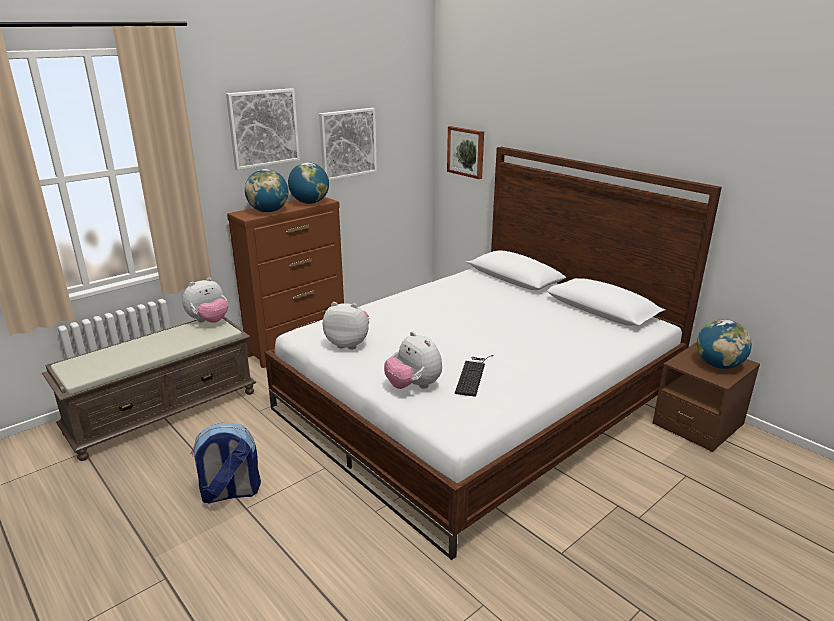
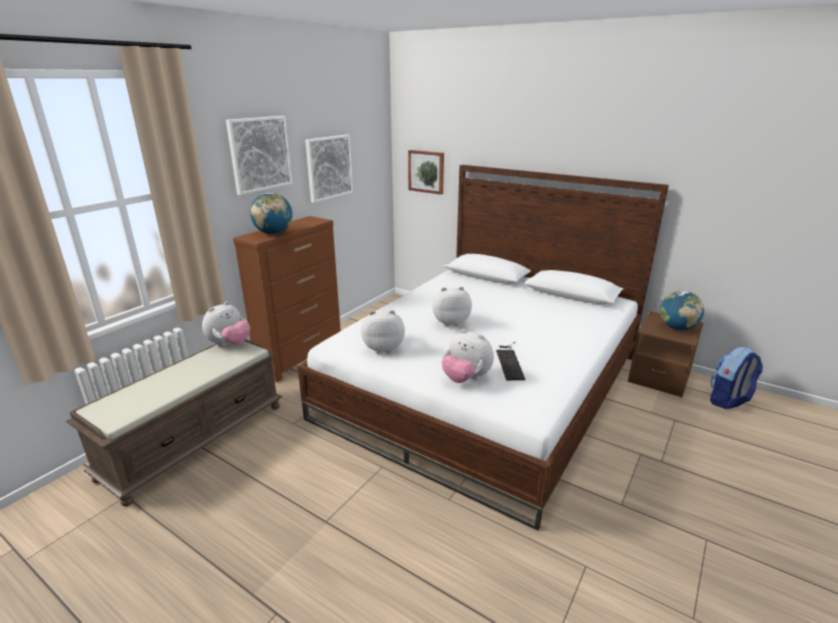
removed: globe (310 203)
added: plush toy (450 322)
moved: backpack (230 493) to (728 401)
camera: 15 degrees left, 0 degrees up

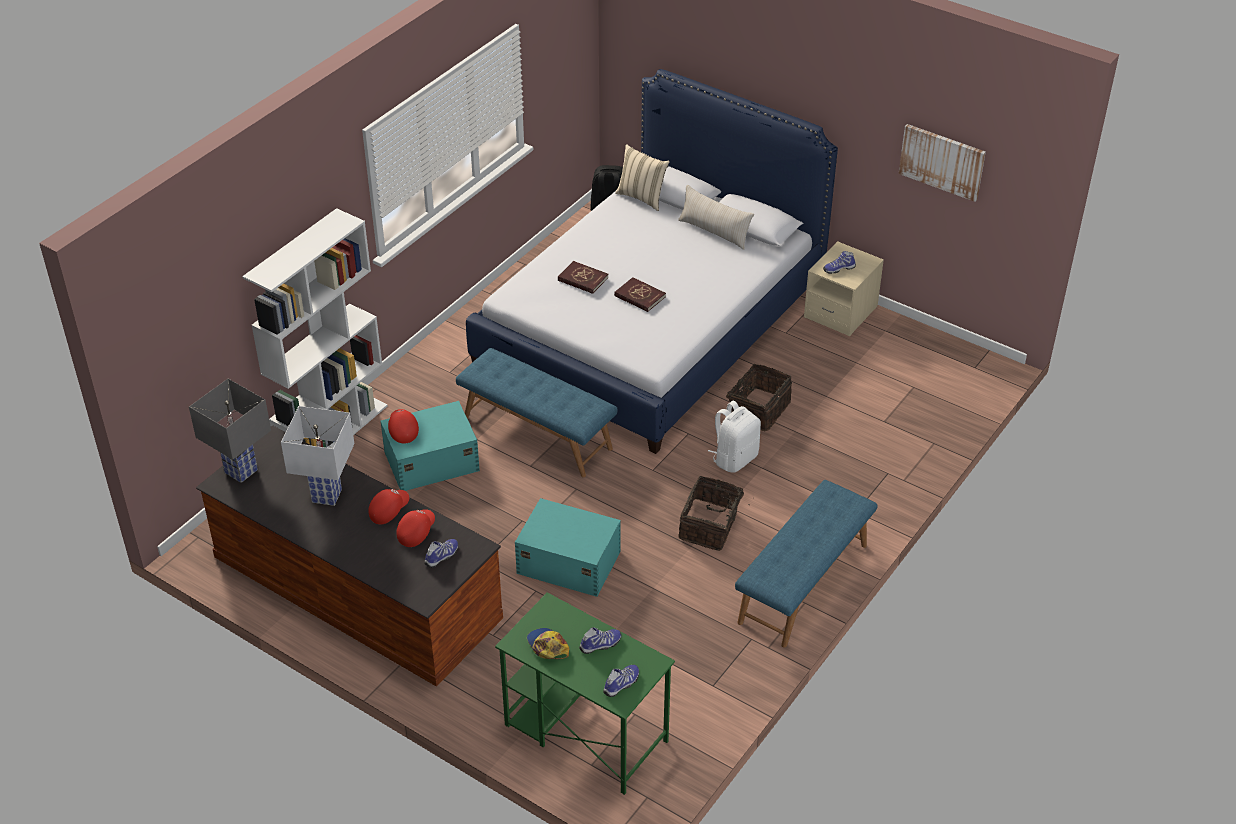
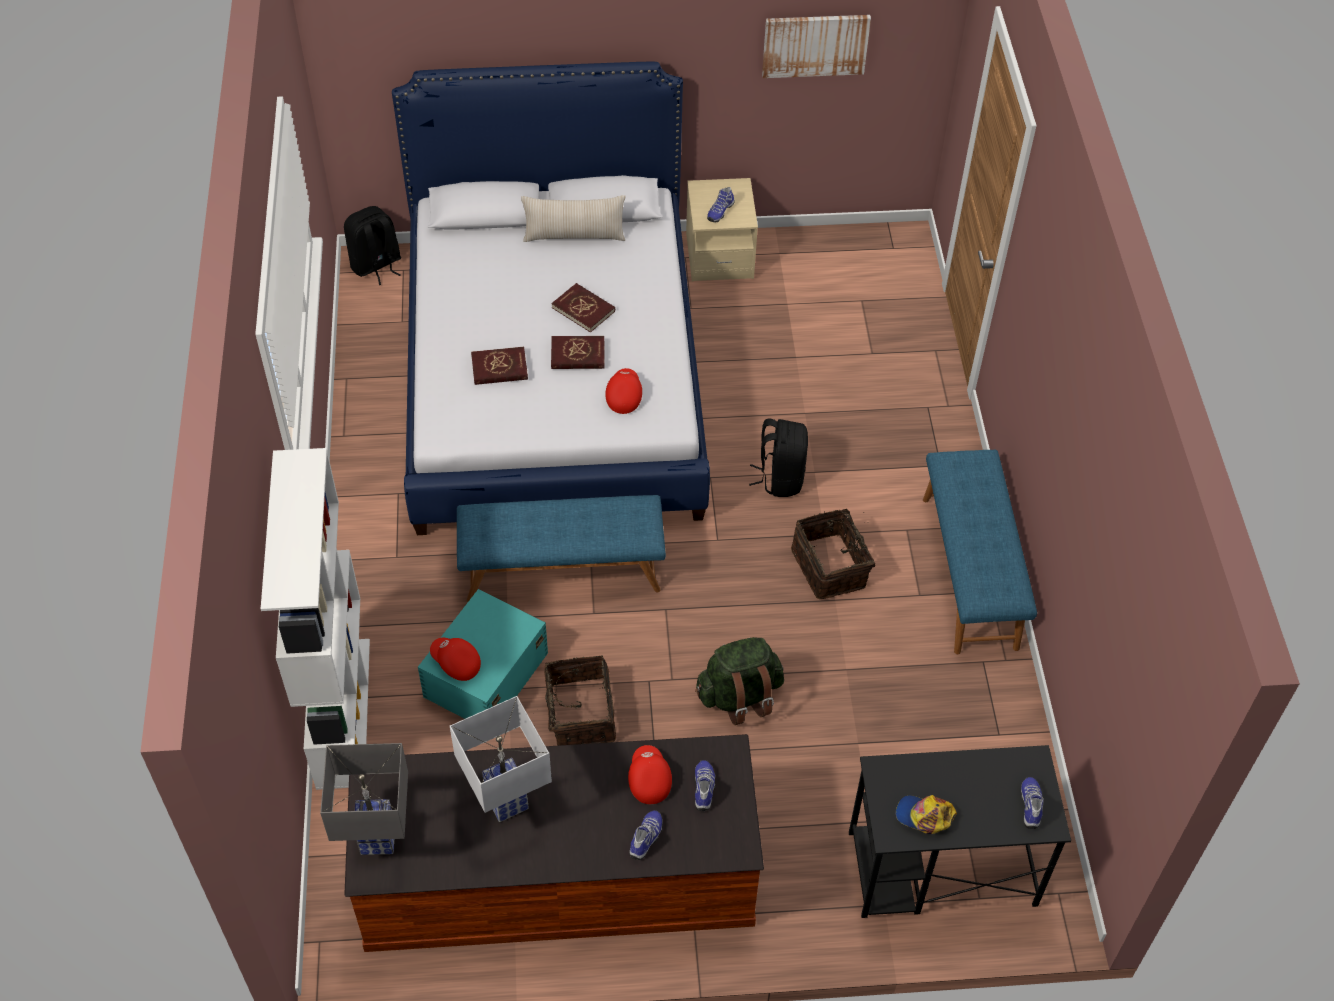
removed: pillow (beige) (642 197)
added: book (red) (583 309)
moved: cap (red) (388 511) to (623 396); shoe (601 645) to (647 838); basket (758 410) to (579 715)
replaced: storage box (turquoise) (568 561) to backpack (green) (739 696)
recoloured: desk (green) (585 733) to desk (black) (940 869); backpack (white) (734 458) to backpack (black) (780 478)
camera: 40 degrees left, 10 degrees up

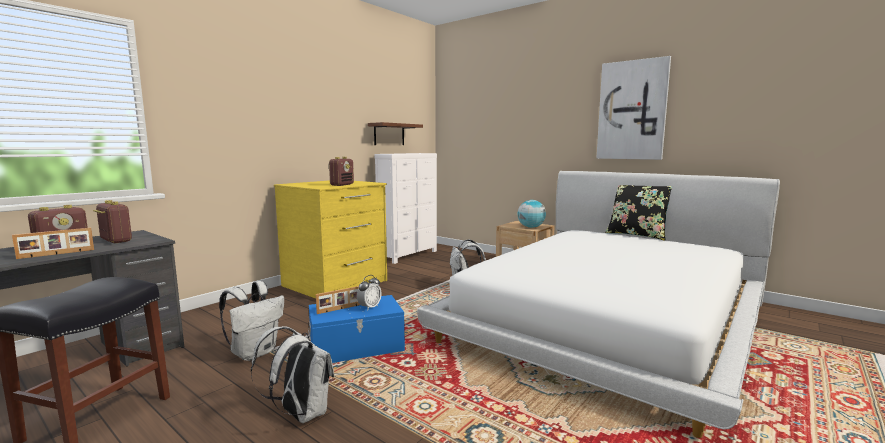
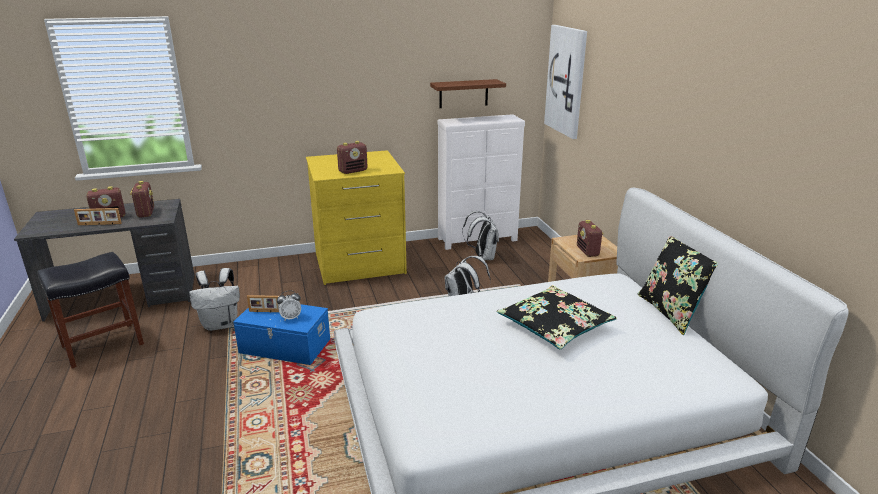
added: pillow (black) (554 326)
moved: backpack (white) (300 414) to (482 257); picture (632 110) to (566 81)
replaced: globe (531 227) to radio (588 252)
camera: 35 degrees right, 15 degrees up

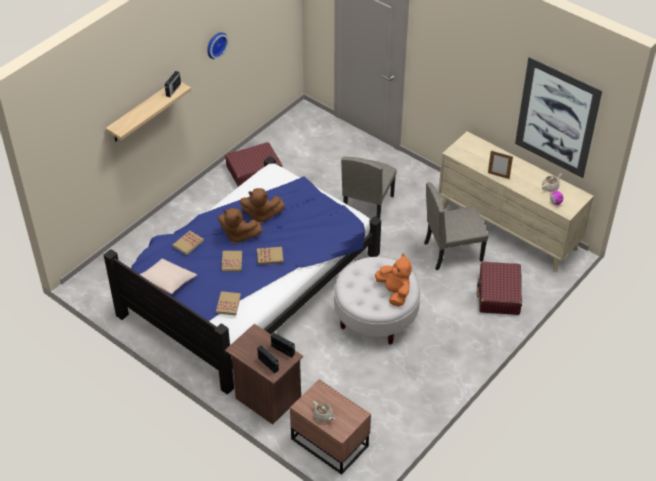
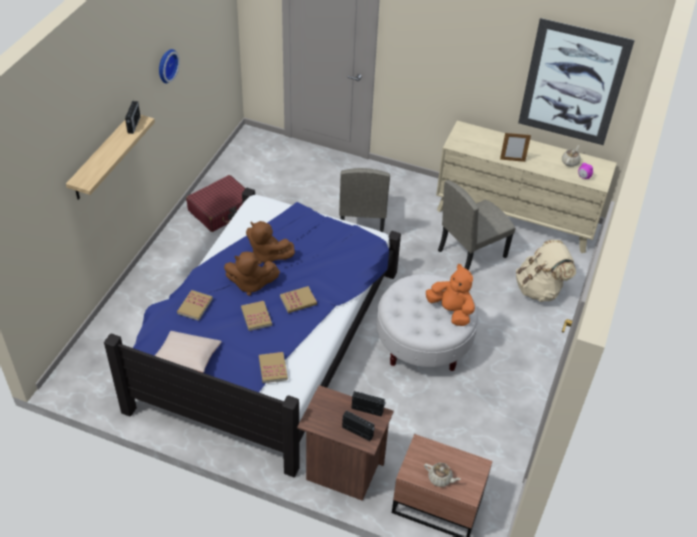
replaced: suitcase (red) (499 294) to backpack (beige) (539 289)
turned: plush toy (brown) (261 215) = (267 255) 45 degrees clockwise
camera: 20 degrees left, 0 degrees up

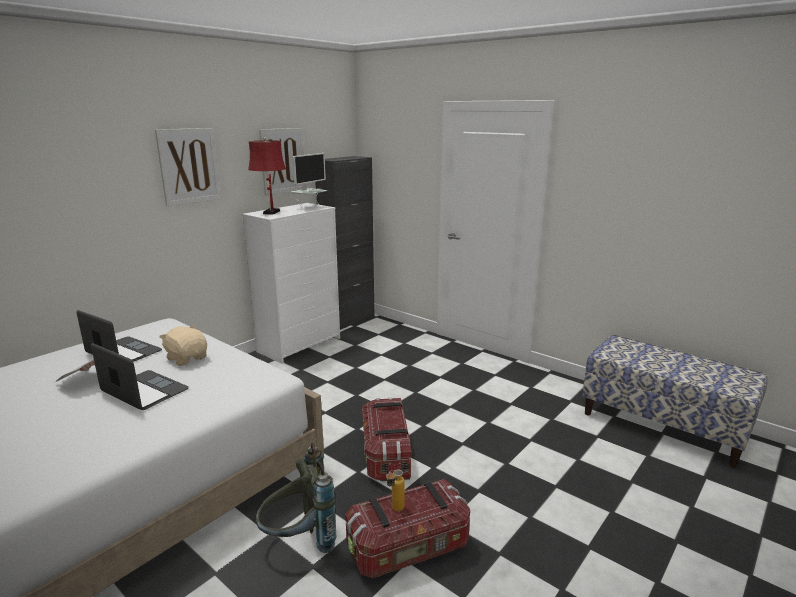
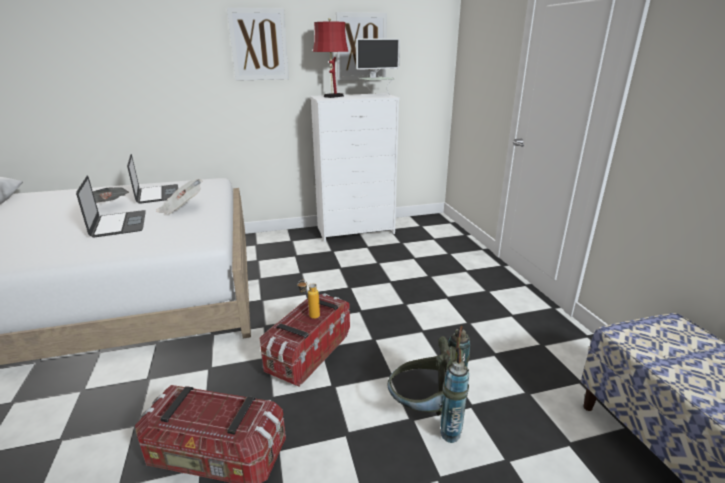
removed: cabinet (black) (349 320)
moved: backpack (grey) (299 540) to (427 416); bottle (394 510) to (310 317)
replaced: plush toy (beige) (187 358) to newspaper (181 208)
camera: 35 degrees right, 5 degrees up

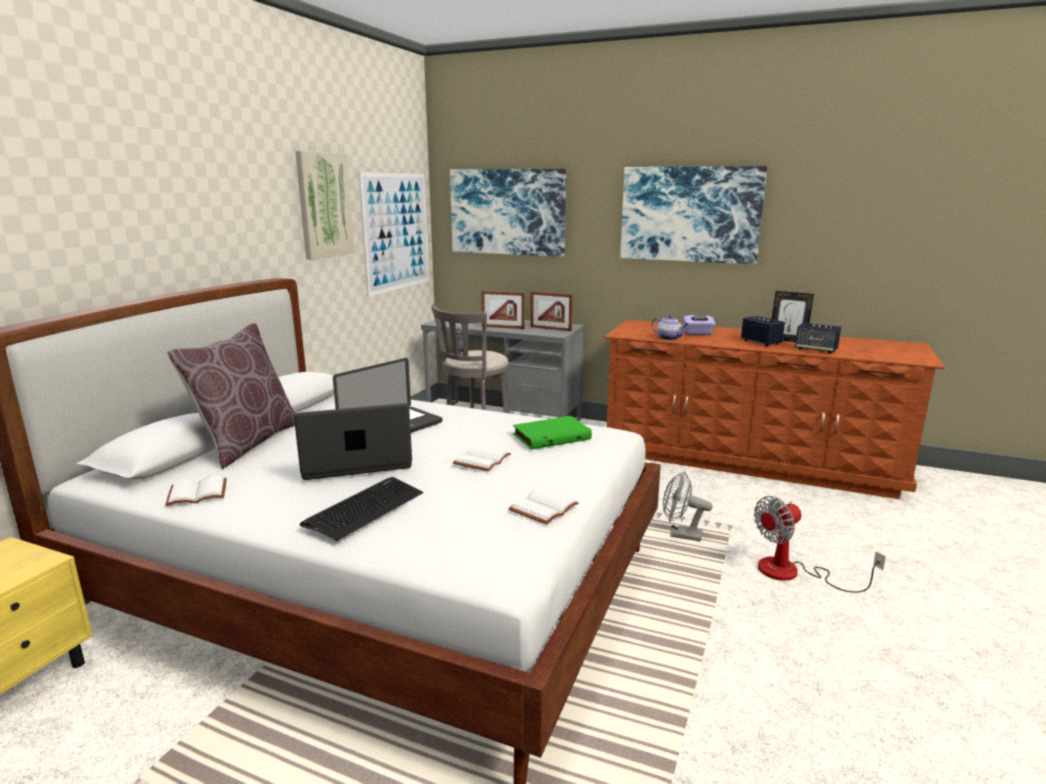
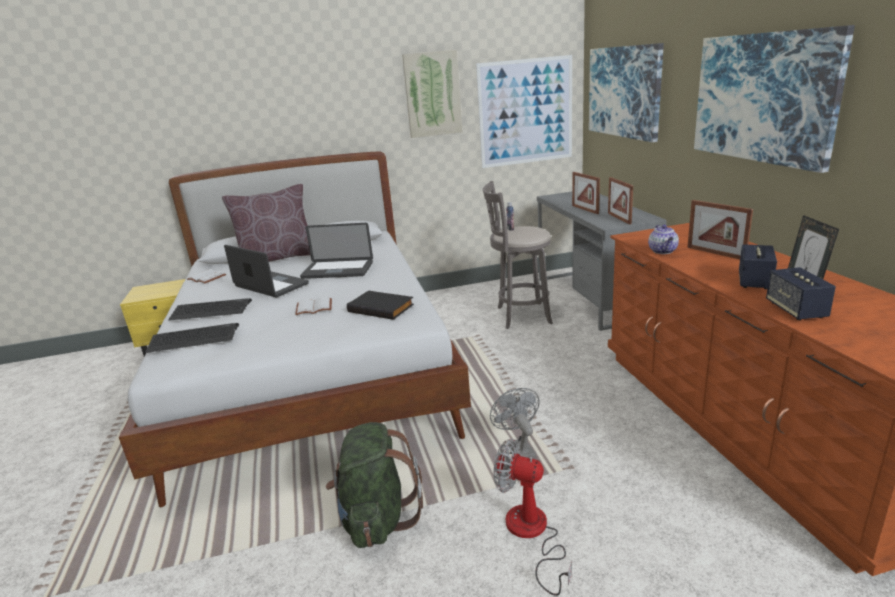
removed: book (white) (544 509)
added: keyboard (193 339); backpack (green) (377 519)
replaced: tissue box (purple) (698 333) to picture frame (715 253)
recoloured: book (green) (551 436) to book (black) (382 308)
camera: 55 degrees right, 5 degrees up

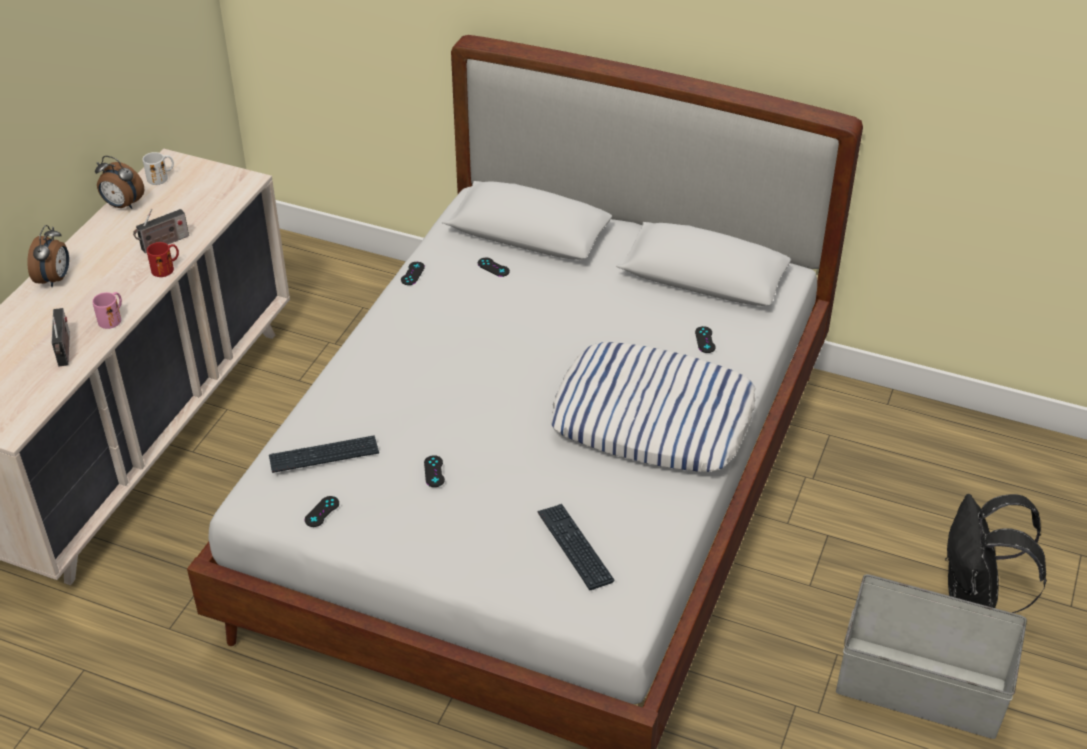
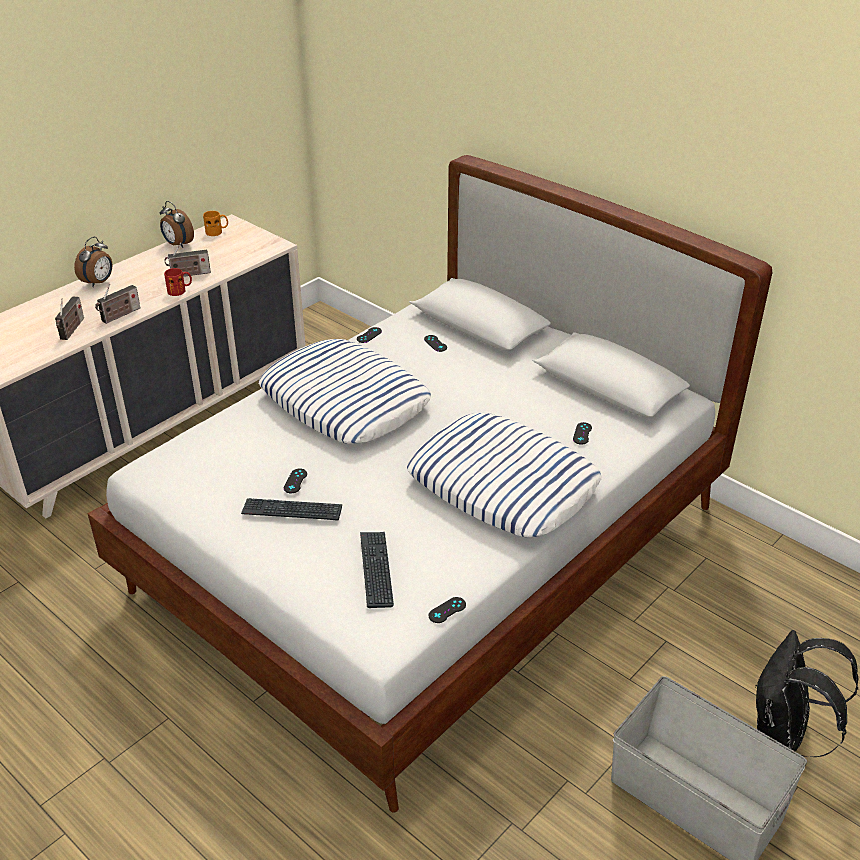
added: pillow (345 401)
moved: keyboard (324 456) to (292 511); game controller (black) (322 512) to (447 610)
replaced: mug (pink) (112 318) to radio (119 315)
recoloured: mug (white) (161 177) to mug (orange) (217 232)
camera: 20 degrees right, 5 degrees down

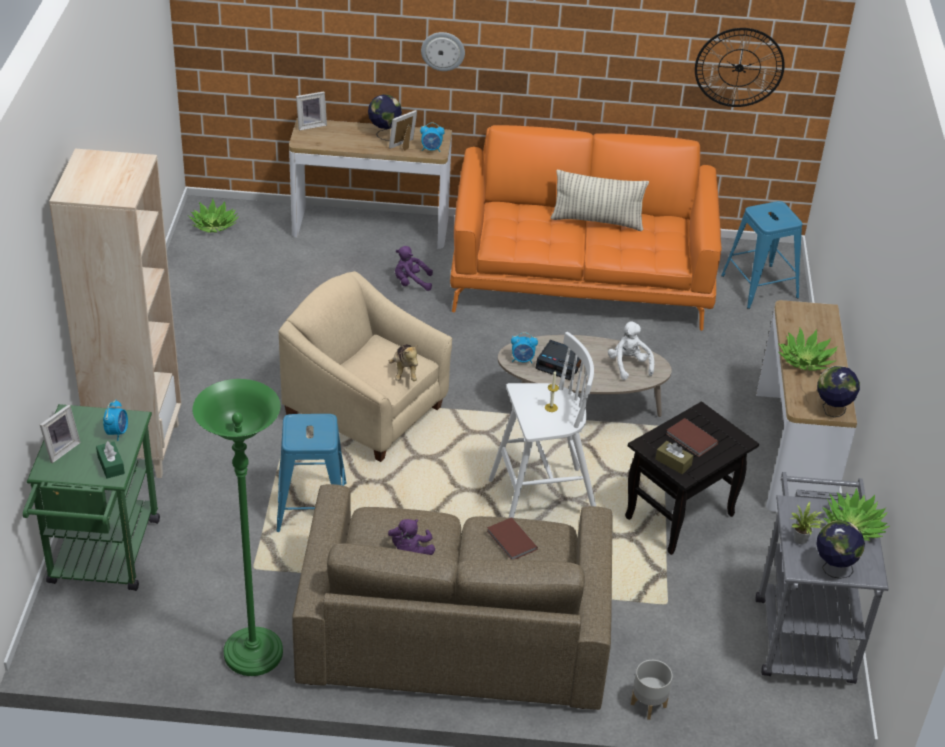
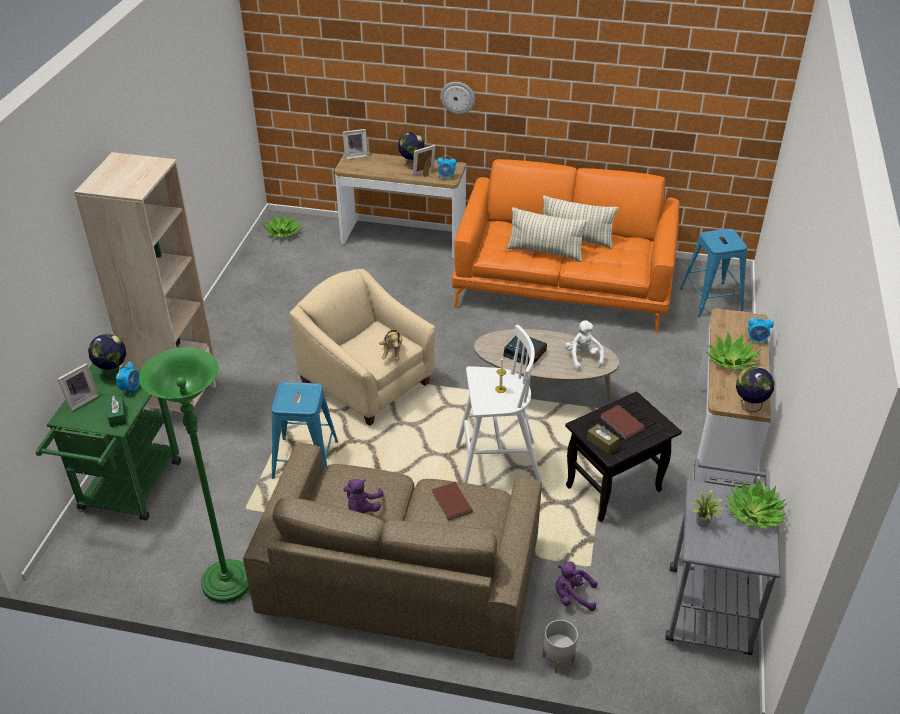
removed: wall clock (739 67)
added: pillow (545 252)
moved: plush toy (purple) (411 283) to (573 596); alarm clock (522 360) to (757 340); globe (833 568) to (113 372)
camera: 10 degrees right, 0 degrees up

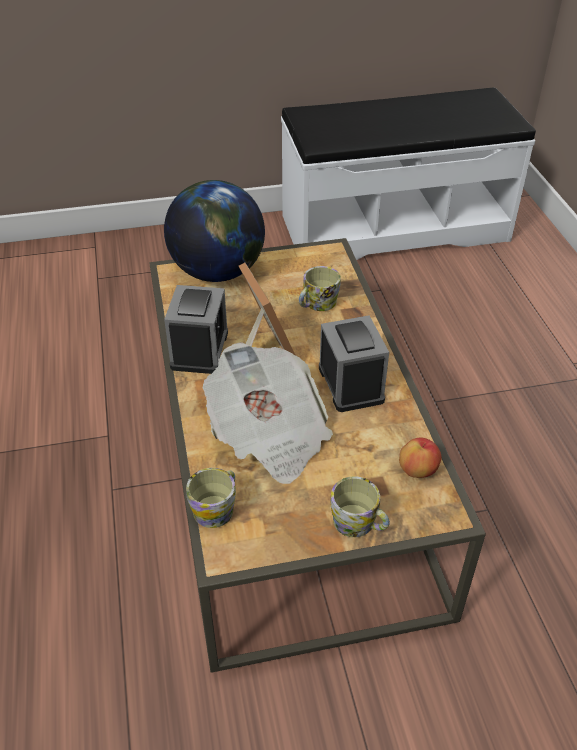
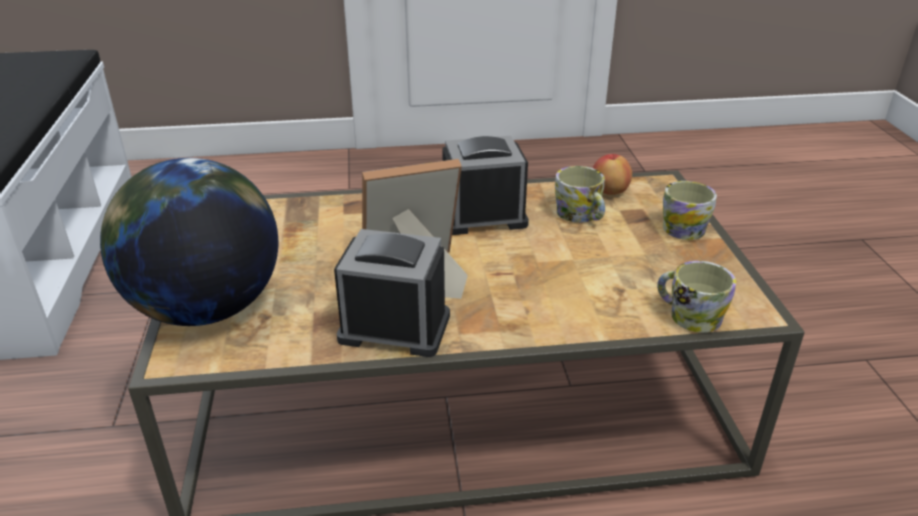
removed: newspaper (269 435)
moved: mug (317 304) to (581 216)
camera: 85 degrees left, 10 degrees down

